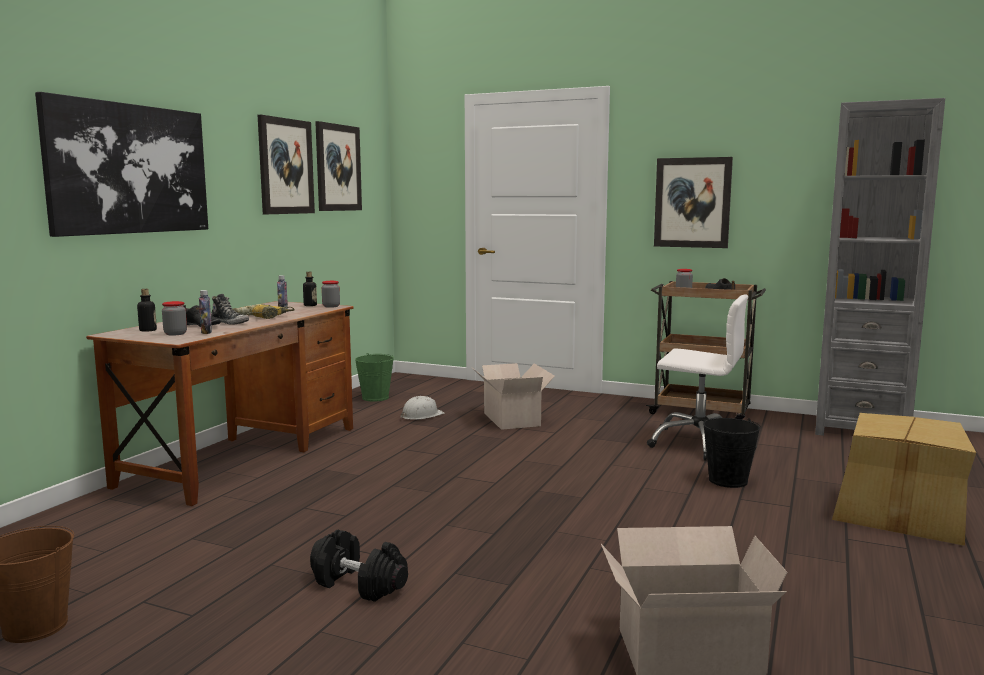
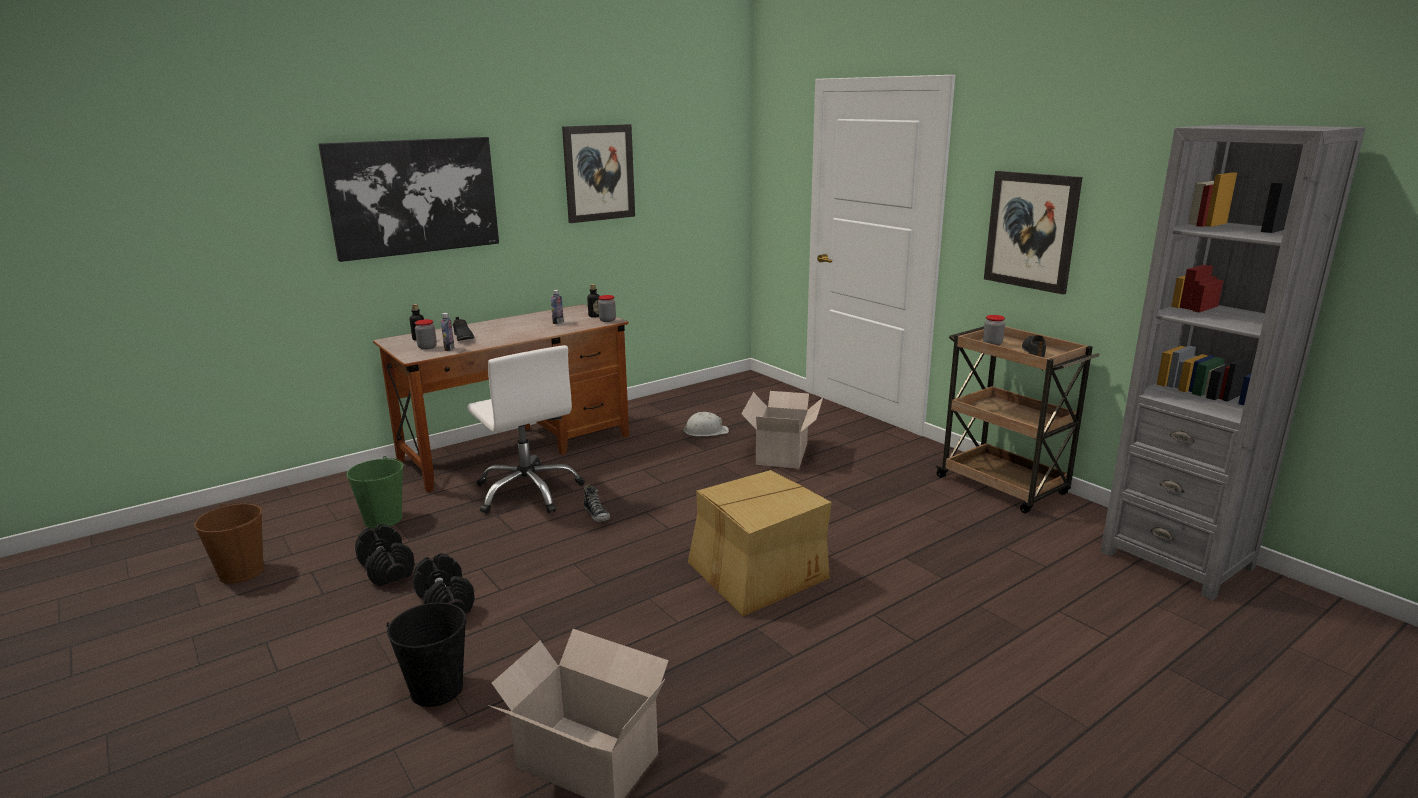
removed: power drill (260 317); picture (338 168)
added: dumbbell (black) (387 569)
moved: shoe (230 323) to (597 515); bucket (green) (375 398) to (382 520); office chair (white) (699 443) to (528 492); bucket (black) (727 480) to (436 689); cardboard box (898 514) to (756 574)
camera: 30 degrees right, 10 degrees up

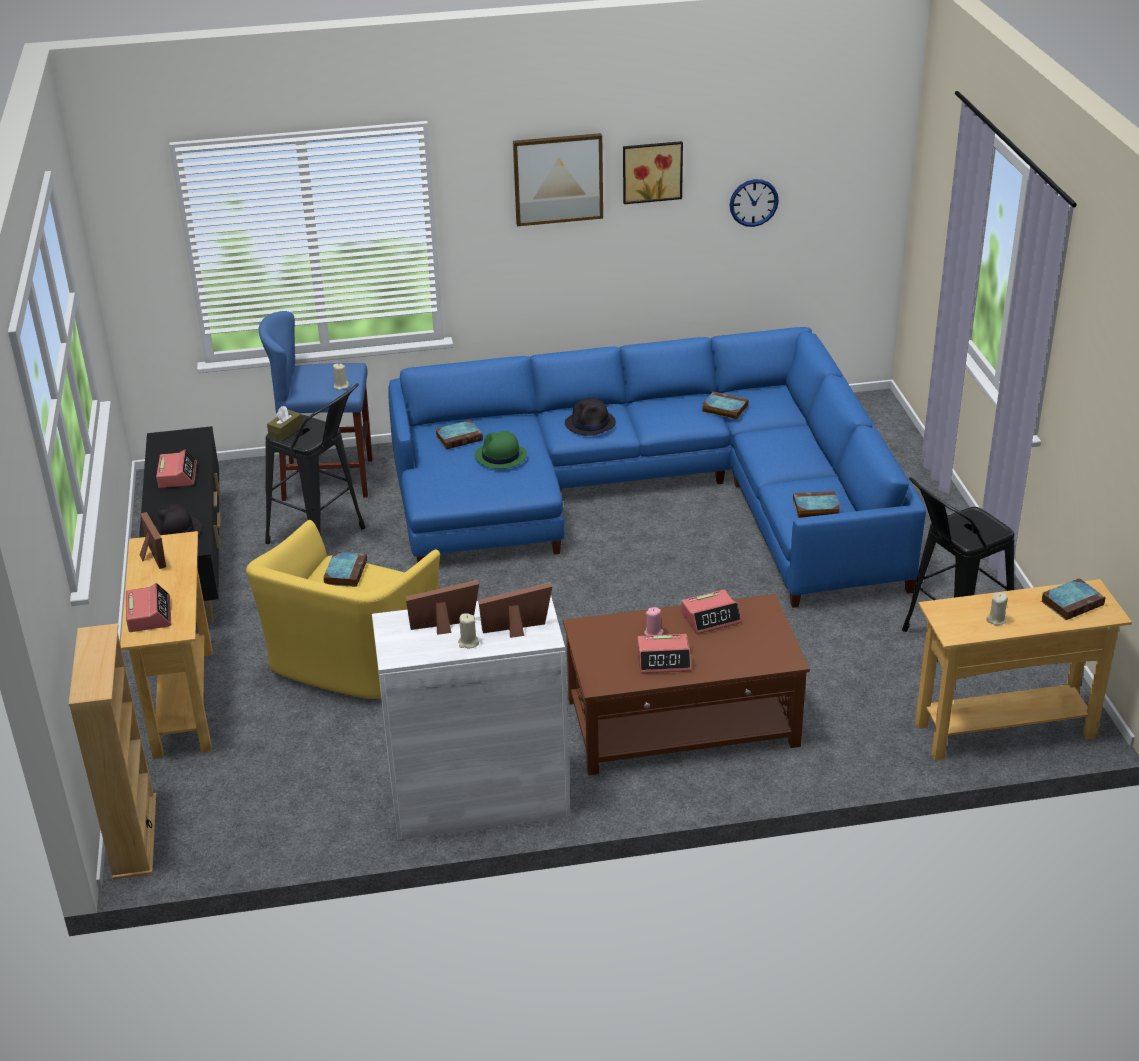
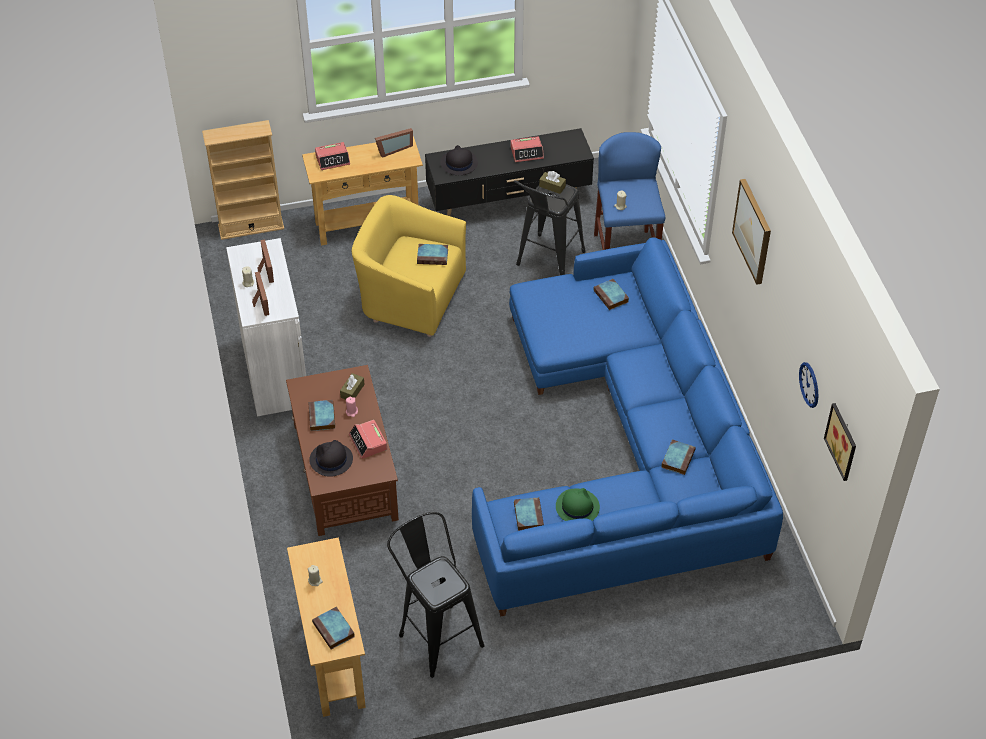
added: tissue box (brown) (352 391)
moved: hat (green) (500 456) to (577 507); hat (black) (590 423) to (331 460); picture (651 171) to (843 441)
replaced: alarm clock (664 660) to book (322 418)
camera: 85 degrees right, 15 degrees up

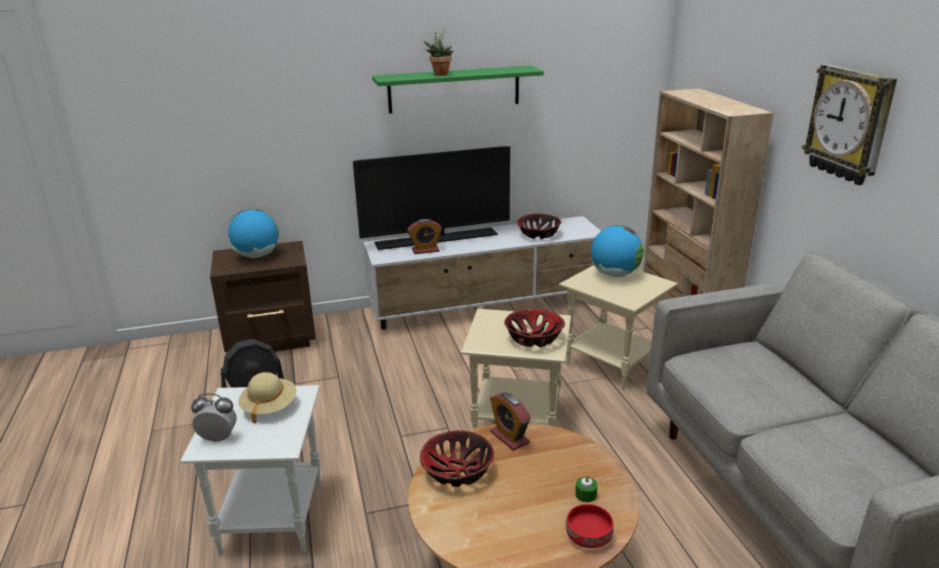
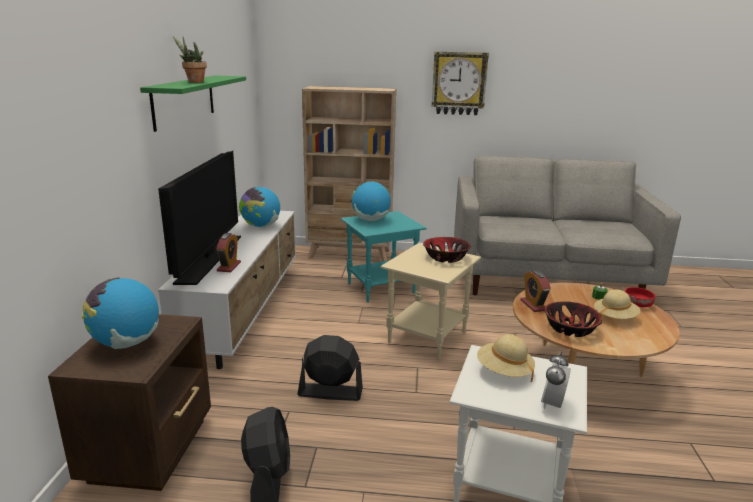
added: fan (black) (330 392); hat (beige) (614 317)
replaced: bowl (538 234) to globe (261 226)
recoloured: side table (beige) (610 363) to side table (turquoise) (380 288)
turned: alarm clock (509 437) = (533 305) 90 degrees clockwise
camera: 70 degrees left, 5 degrees down

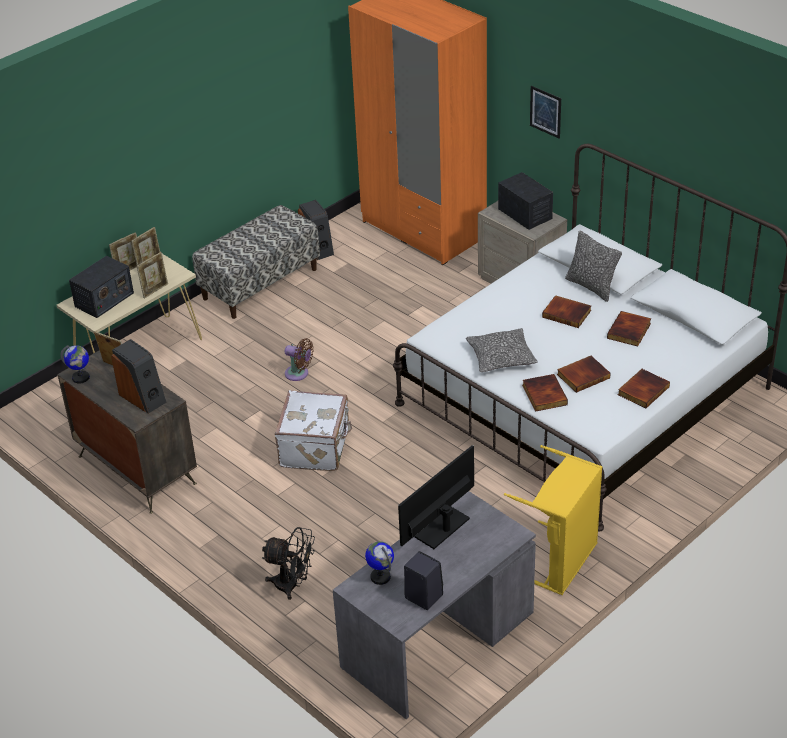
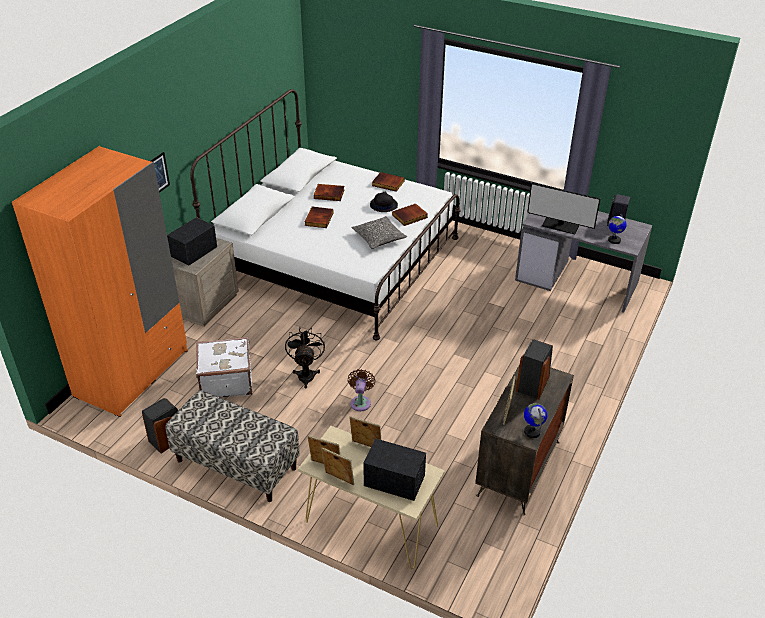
removed: laundry basket (yellow) (559 562); pillow (591 287)
moved: fan (black) (292 585) to (306 374); suitcase (white) (316 448) to (226 381)
replaced: book (583 375) to hat (black) (383 205)
camera: 110 degrees left, 0 degrees up

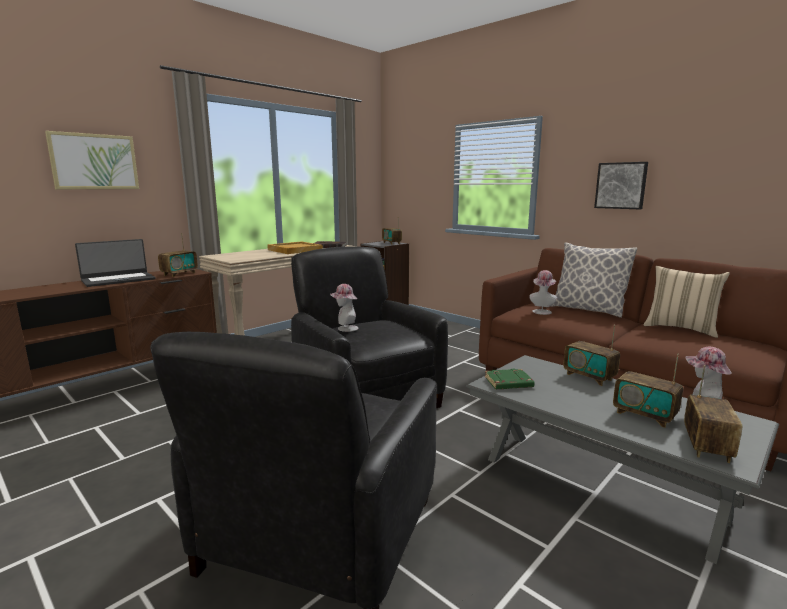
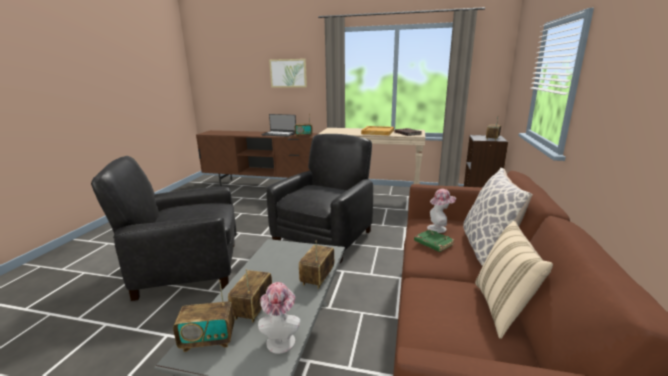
removed: hat (345 329); picture (621 185)
moved: book (green) (508 383) to (433 243)
camera: 60 degrees right, 5 degrees up

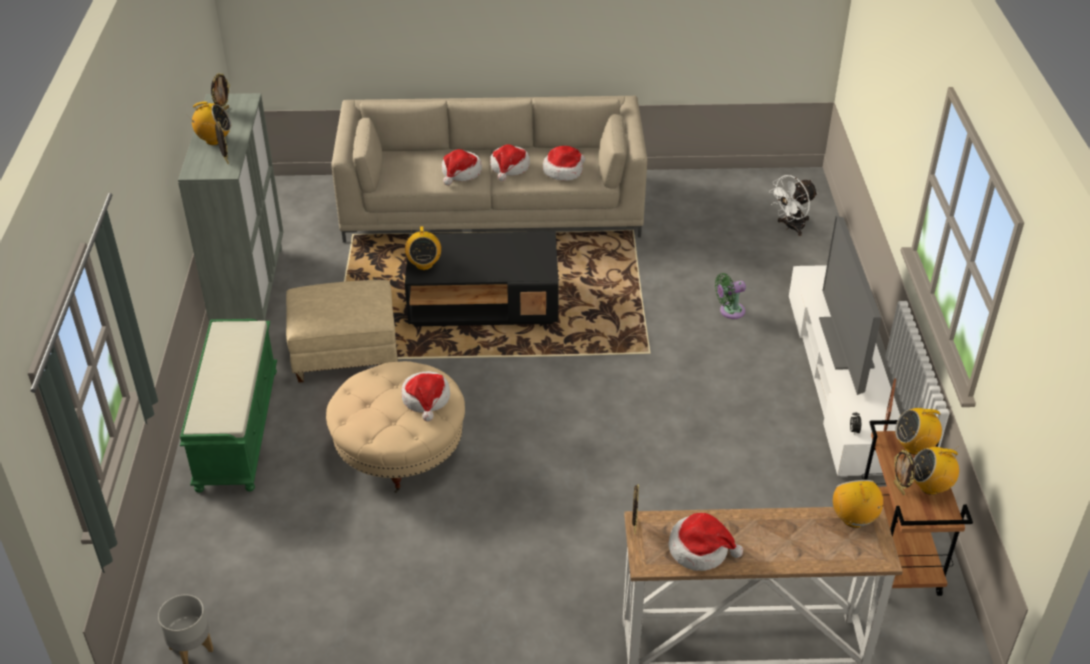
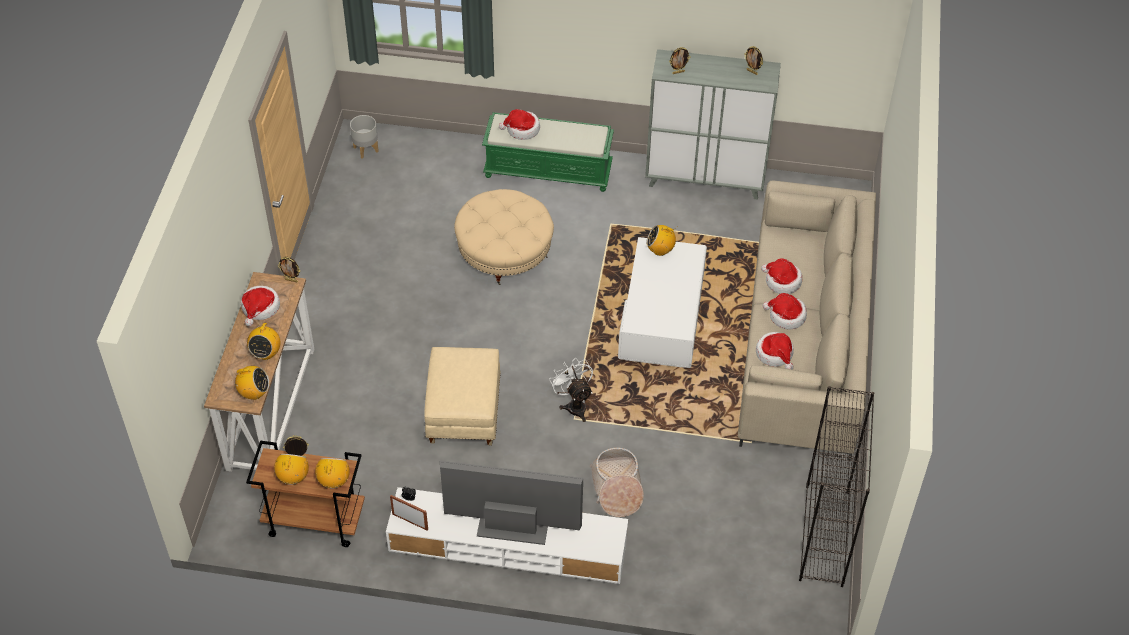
added: bookcase (black) (824 536)
moved: radio (214 140) to (266 353); ottoman (beige) (344 354) to (463 411); hat (426 399) to (522 129); fan (white) (791 227) to (574 405)
replaced: fan (green) (729 311) to basket (617 489)
recoloured: coffee table (black) (484 303) to coffee table (white) (661 320)
camera: 100 degrees right, 10 degrees up

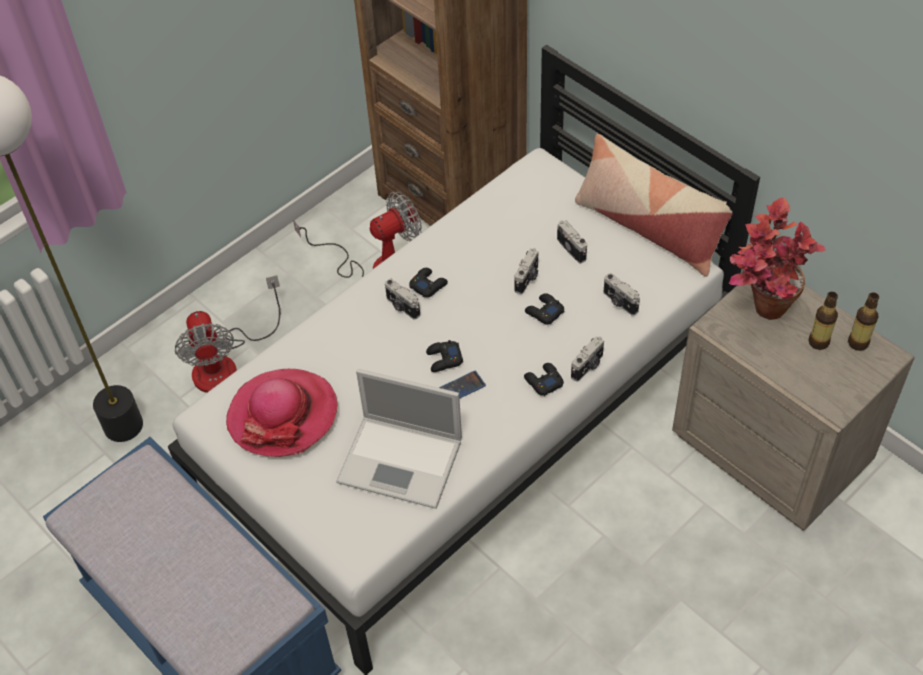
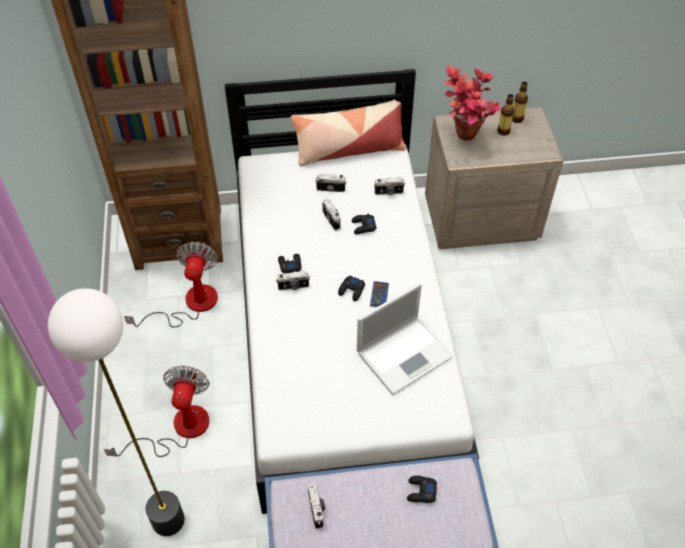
removed: hat (283 415)
moved: game controller (black) (543 381) to (421 491); photo camera (588 367) to (317 510)
turned: fan (226 362) = (178 429) 105 degrees counterclockwise
camera: 55 degrees left, 0 degrees up

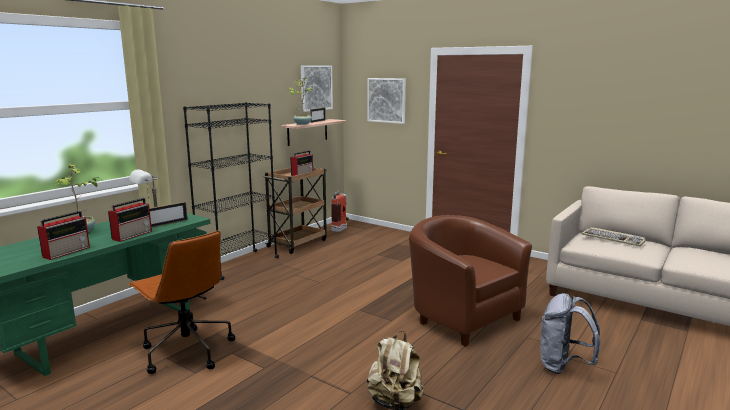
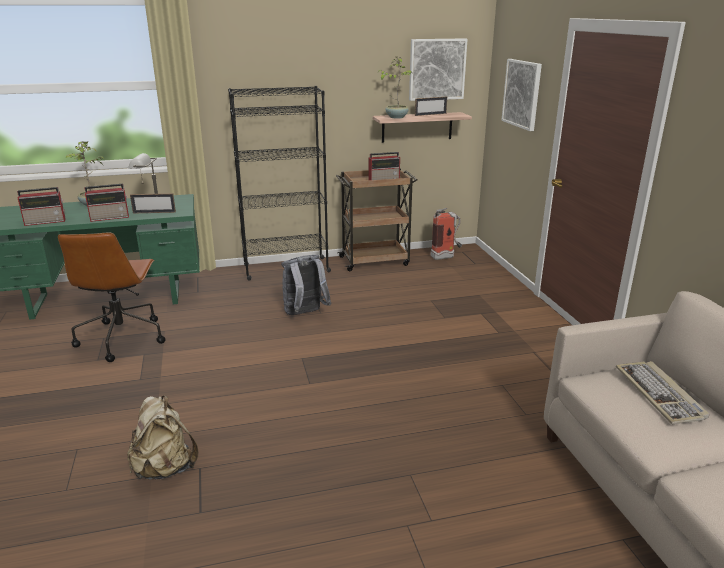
removed: armchair (brown) (461 317)
moved: backpack (grey) (563 367) to (305 314)
camera: 40 degrees right, 10 degrees up

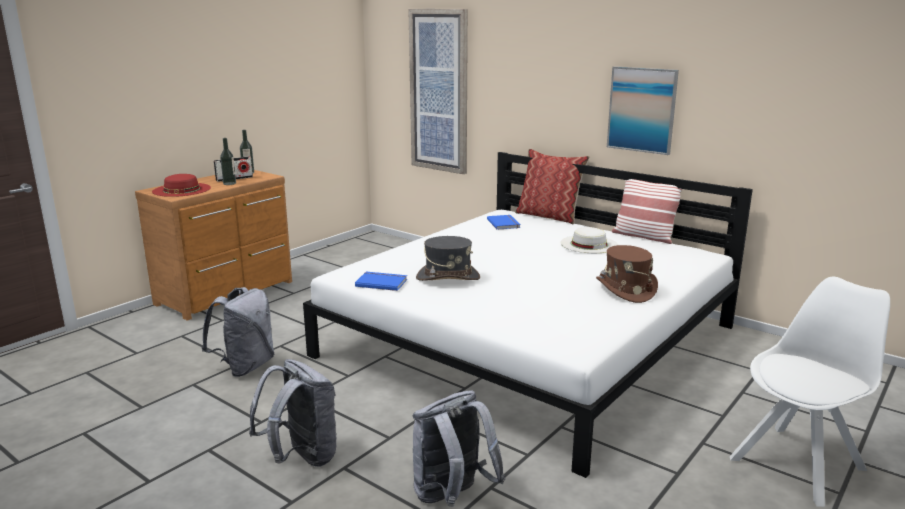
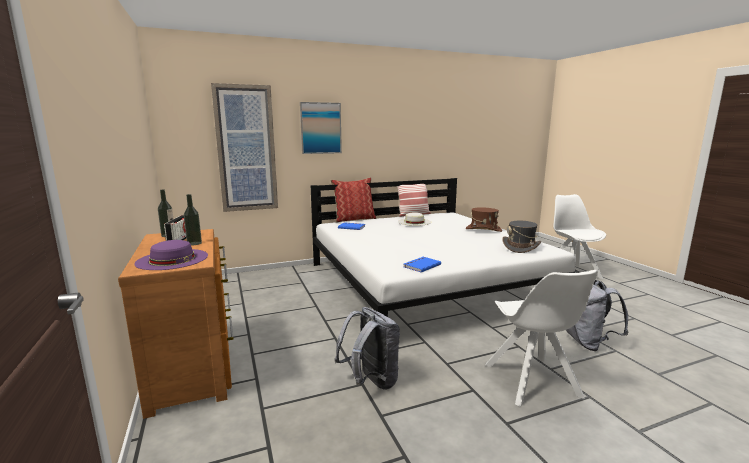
moved: hat (grey) (448 277) to (521 247); picture (642 110) to (320 128)
replaced: backpack (grey) (301 457) to chair (white) (533 382)
recoloured: hat (red) (181 189) to hat (purple) (172 259)
camera: 60 degrees left, 5 degrees down

